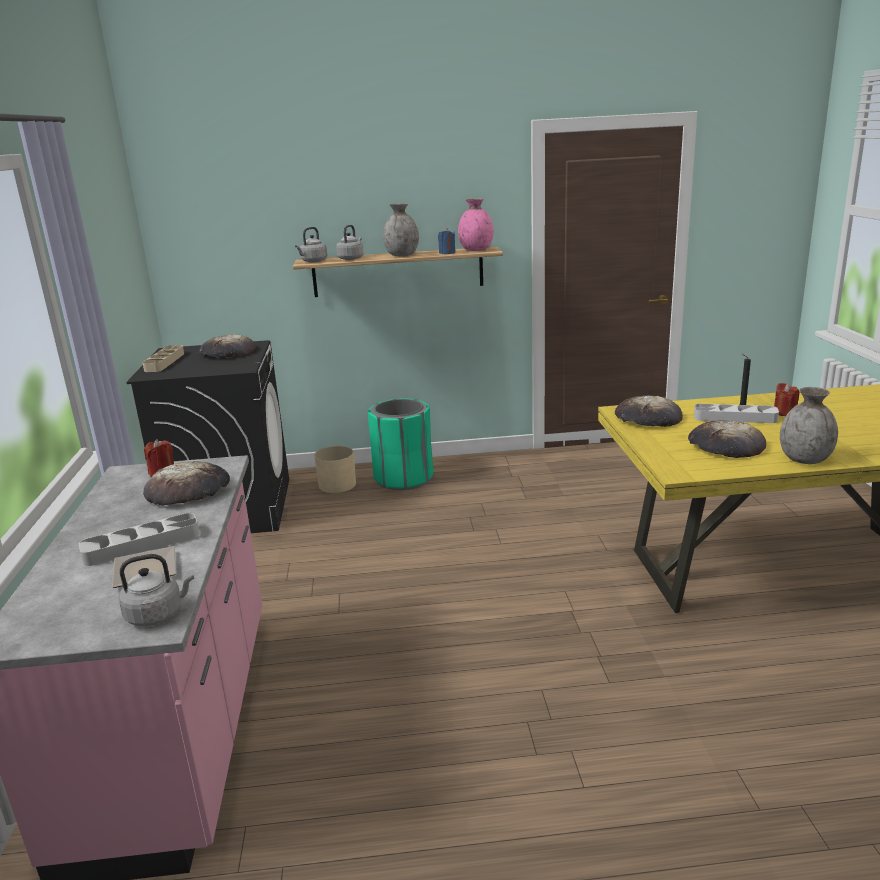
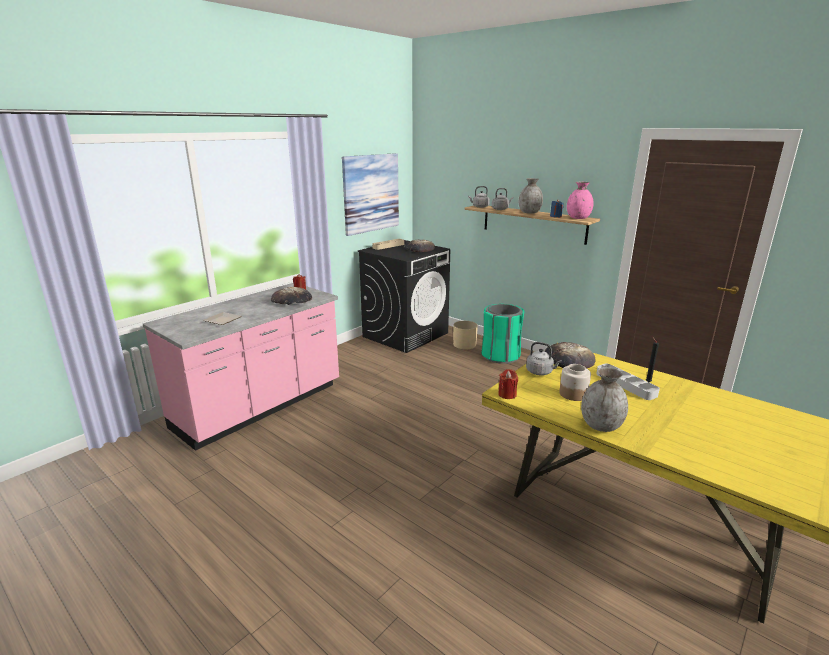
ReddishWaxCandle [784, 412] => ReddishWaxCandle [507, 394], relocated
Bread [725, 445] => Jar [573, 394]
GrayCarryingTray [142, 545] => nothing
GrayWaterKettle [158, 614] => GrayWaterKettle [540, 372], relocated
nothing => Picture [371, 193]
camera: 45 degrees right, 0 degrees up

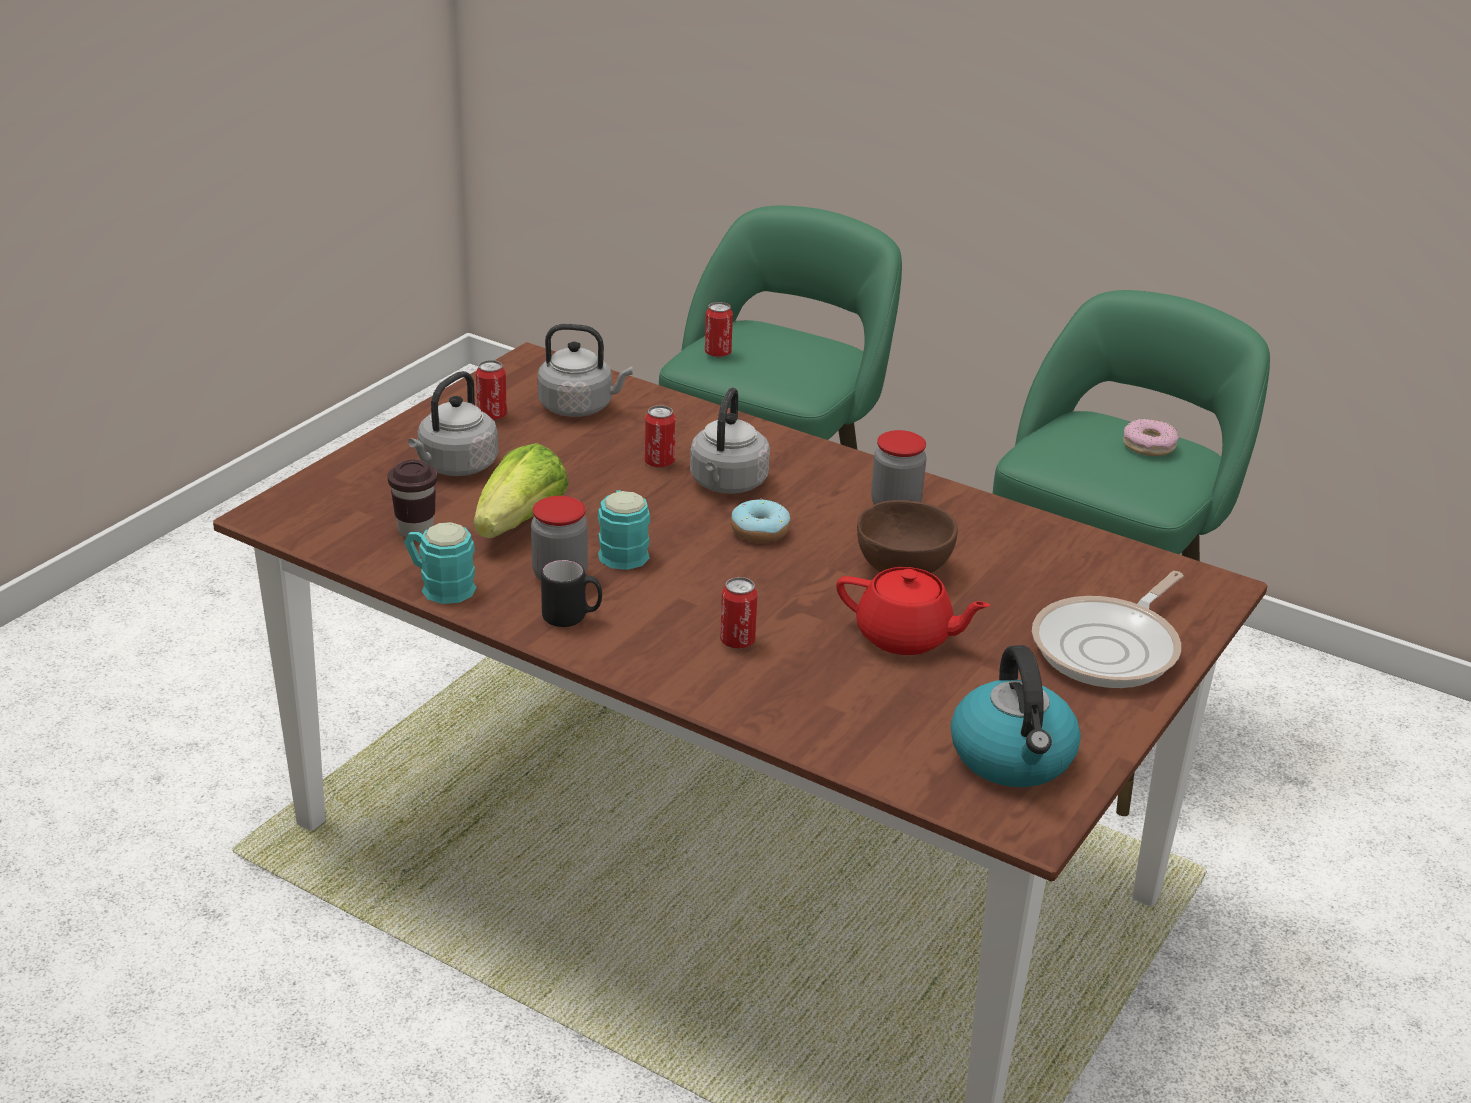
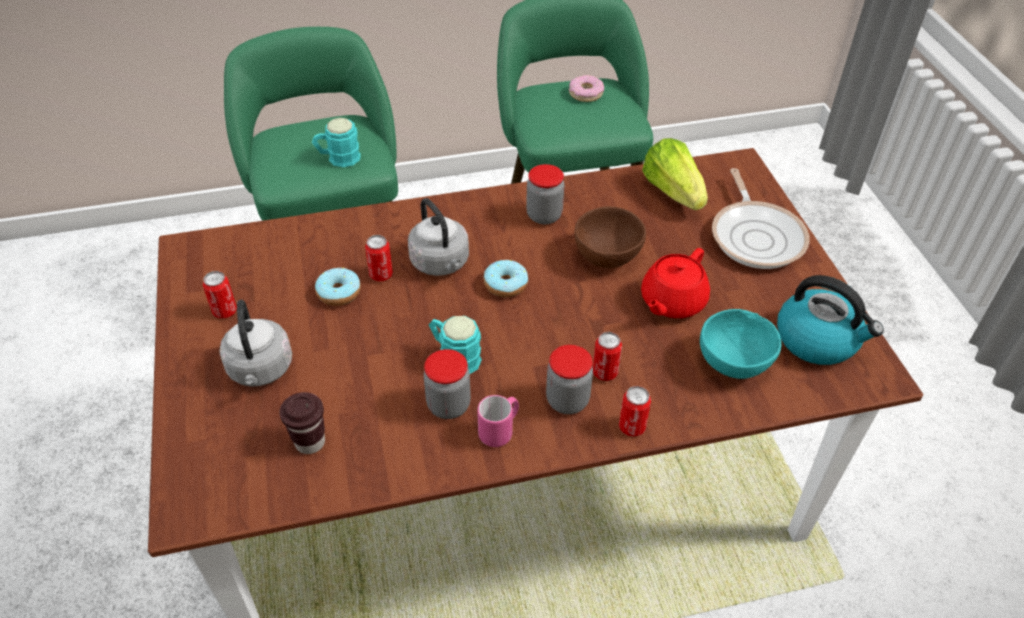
Can [717, 353] => Can [632, 427], relocated
GrayWaterKettle [580, 407] => nothing
HeadOfLettuce [520, 523] => HeadOfLettuce [673, 192], relocated
TurquoiseCoffeeMug [439, 586] => TurquoiseCoffeeMug [338, 158], relocated
BlackColouredCoffeeMug [572, 617] => PinkColouredCoffeeMug [500, 431]
ReddishTeaPot [905, 637] => ReddishTeaPot [671, 301], 150 degrees clockwise
nothing => RingDoughnut [339, 293]
nothing => TurquoiseBowl [735, 363]
nothing => Jar [567, 400]
camera: 45 degrees left, 15 degrees up

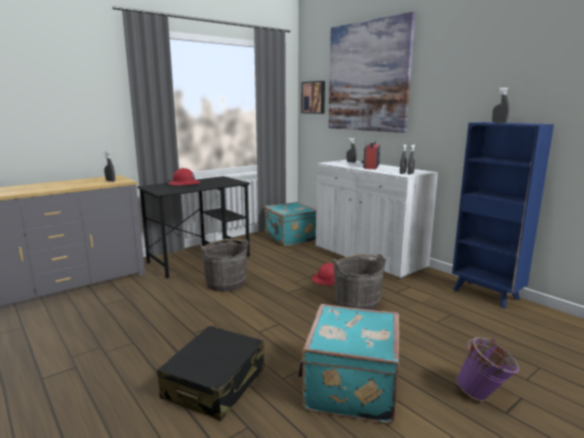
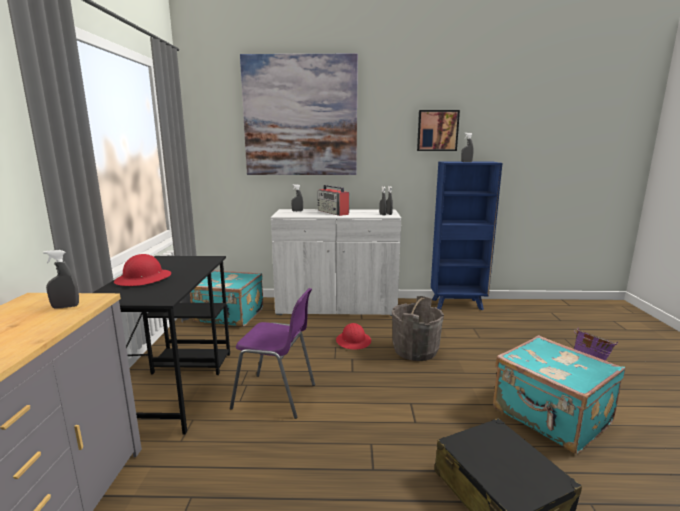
Picture [314, 97] => Picture [437, 130], relocated
GrayBucket [226, 283] => PurpleColouredUprightChair [276, 396]
camera: 50 degrees left, 0 degrees up

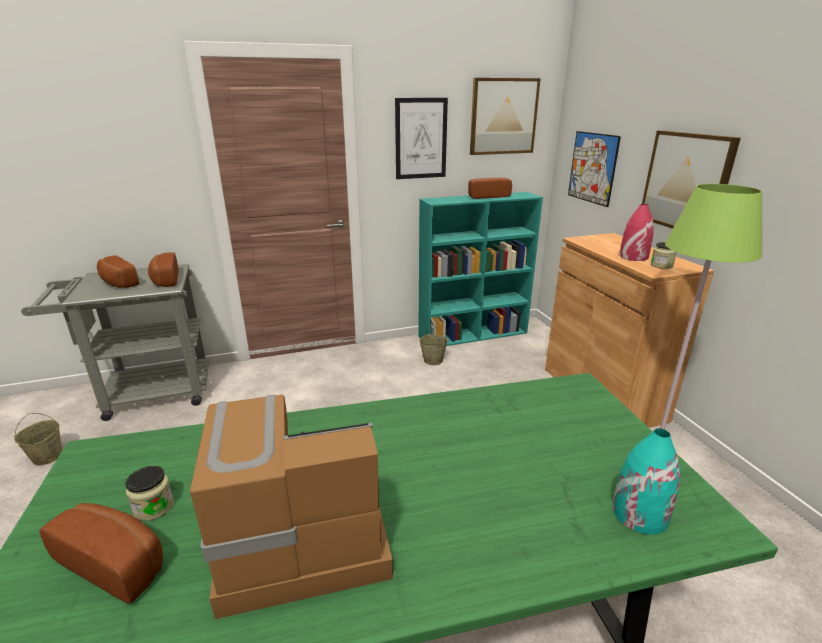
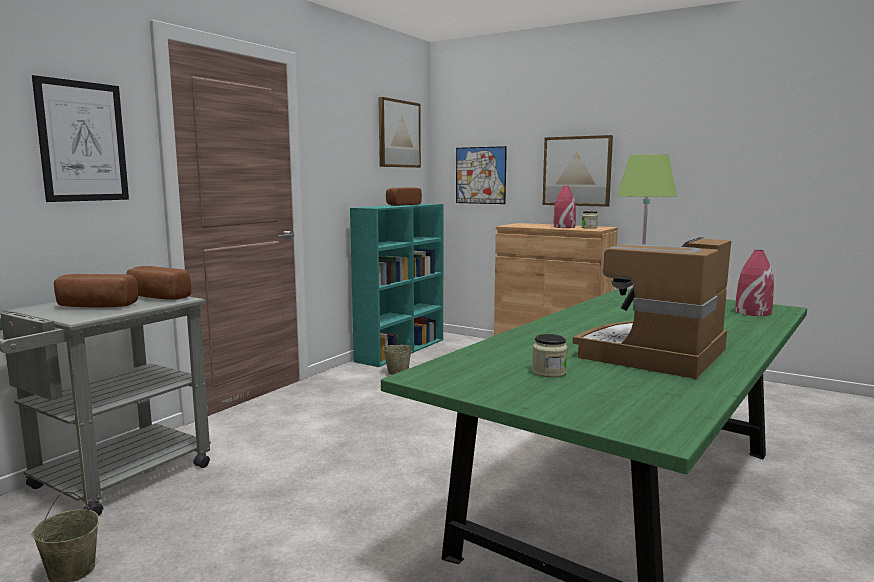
Picture [421, 139] => Picture [83, 141], relocated
TurquoiseFlowerVase [639, 513] => ReddishFlowerVase [752, 312]
Bread [116, 561] => nothing
camera: 40 degrees left, 15 degrees down

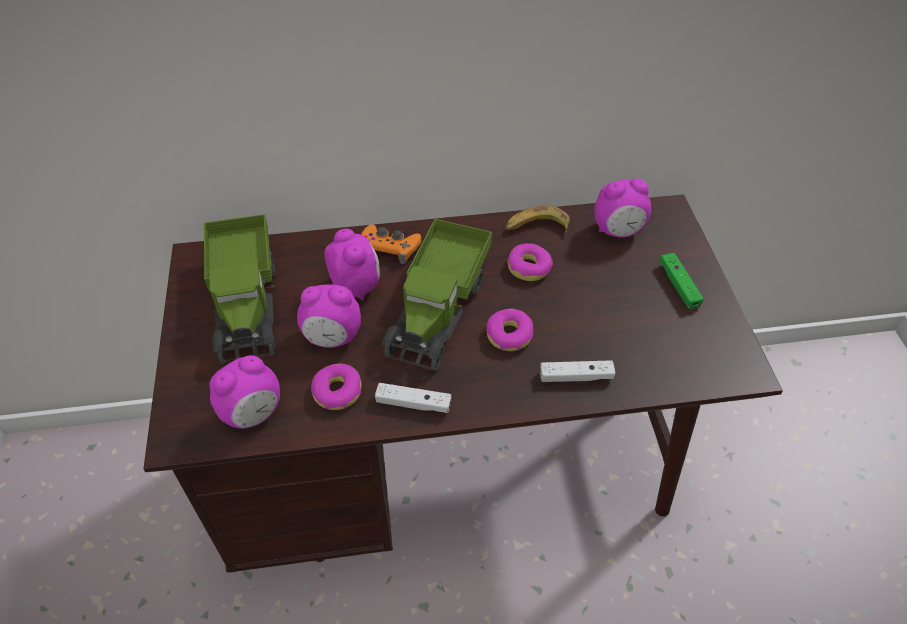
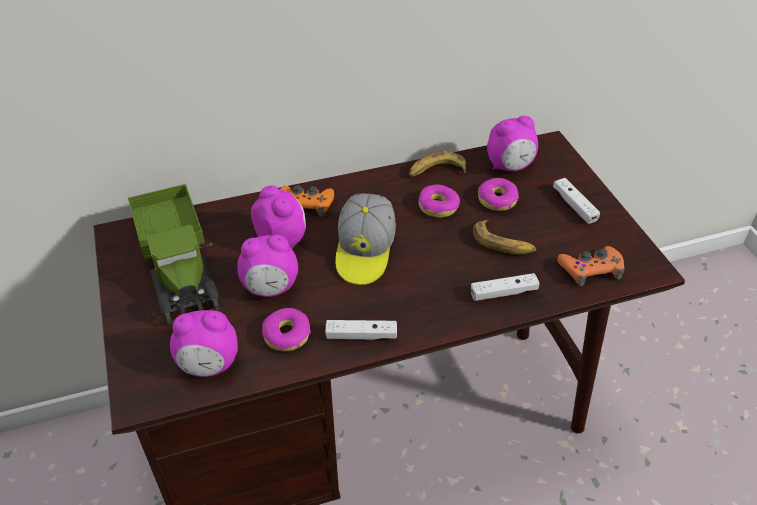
ModelTruck [439, 309] => BaseballCap [365, 251]
GreenishGameController [678, 285] => WhitishGameController [574, 205]
RingDoughnut [509, 335] => RingDoughnut [497, 200], relocated
AlarmClock [253, 413] => AlarmClock [209, 365], 45 degrees clockwise
nothing => BananaFruit [503, 244]
nothing => OrangeyGameController [590, 269]
camera: 10 degrees left, 5 degrees down

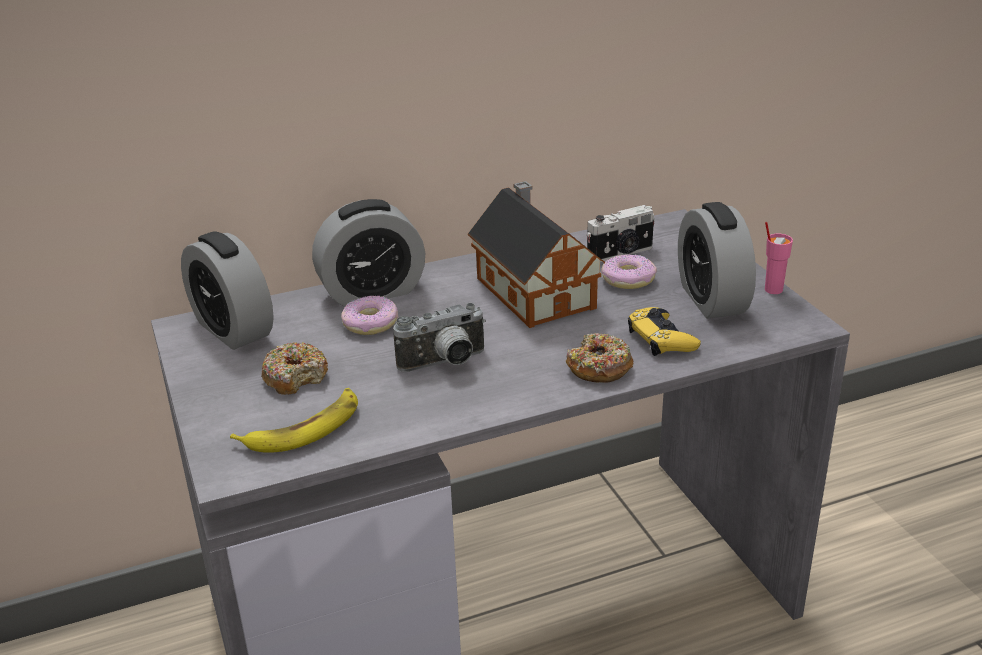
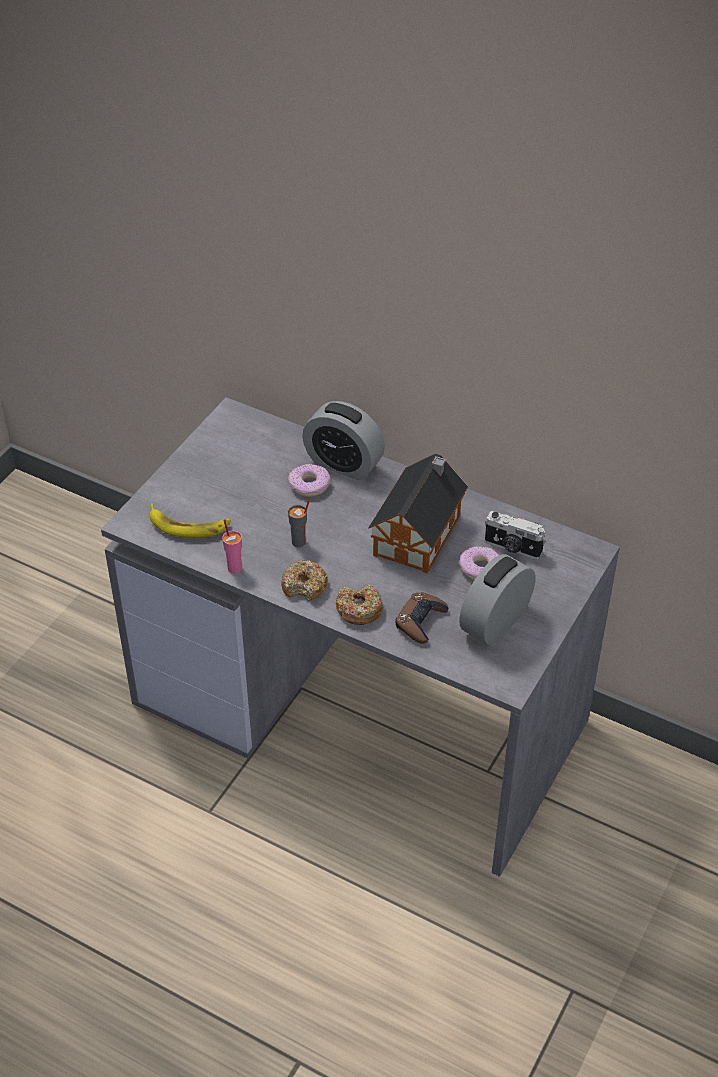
PinkColouredDrinkingCup [773, 289] => PinkColouredDrinkingCup [234, 568], relocated
AlarmClock [233, 329] => nothing
PhotoCamera [445, 364] => GrayDrinkingCup [299, 542]
YellowGameController [661, 338] => BrownishGameController [420, 621]
RingDoughnut [295, 377] => RingDoughnut [304, 586], relocated
camera: 50 degrees right, 15 degrees up

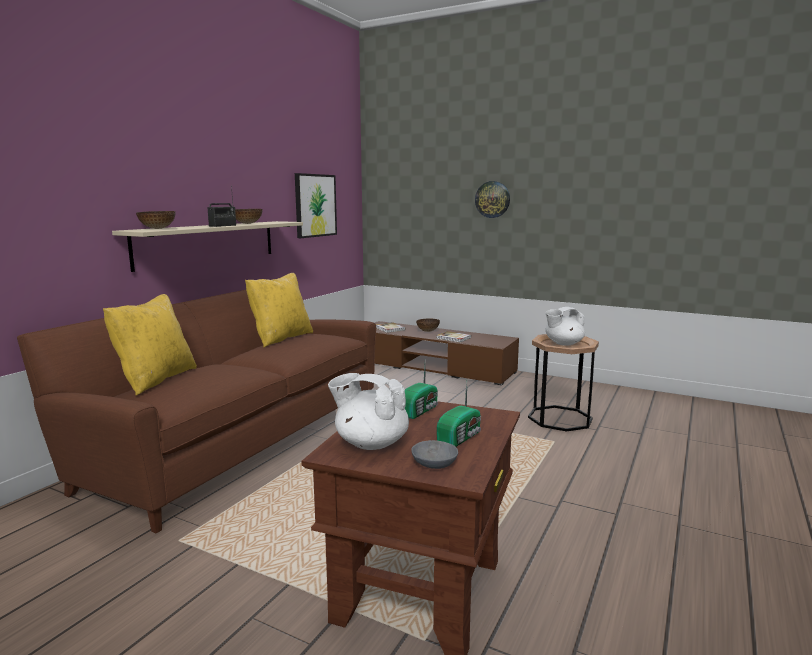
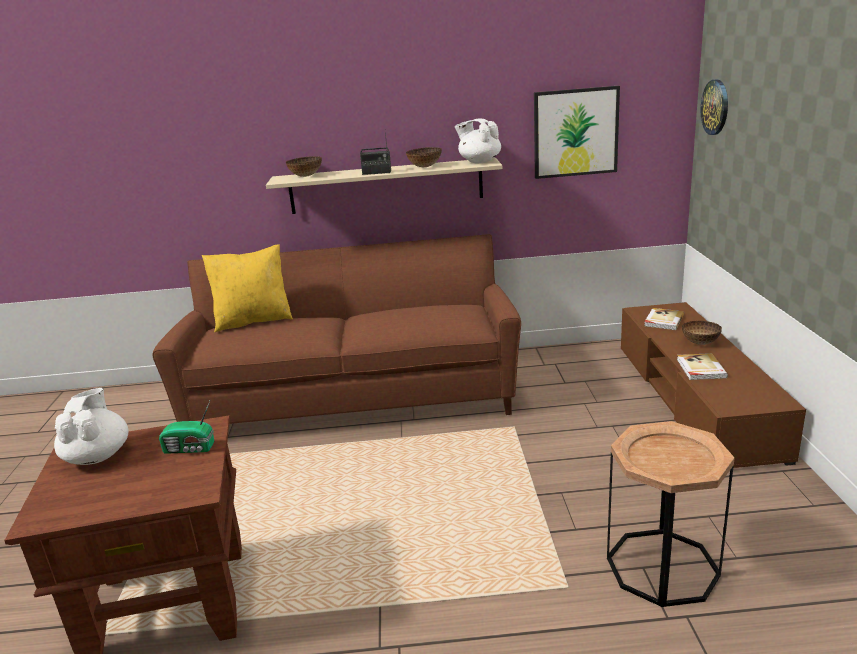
WallClock [492, 199] => WallClock [715, 107], relocated
YellowThrowPillow [280, 338] => nothing
WhitishTeaPot [563, 343] => WhitishTeaPot [479, 161], relocated
RadioReceiver [461, 437] => nothing
GrayBowl [433, 464] => nothing
camera: 60 degrees right, 10 degrees up

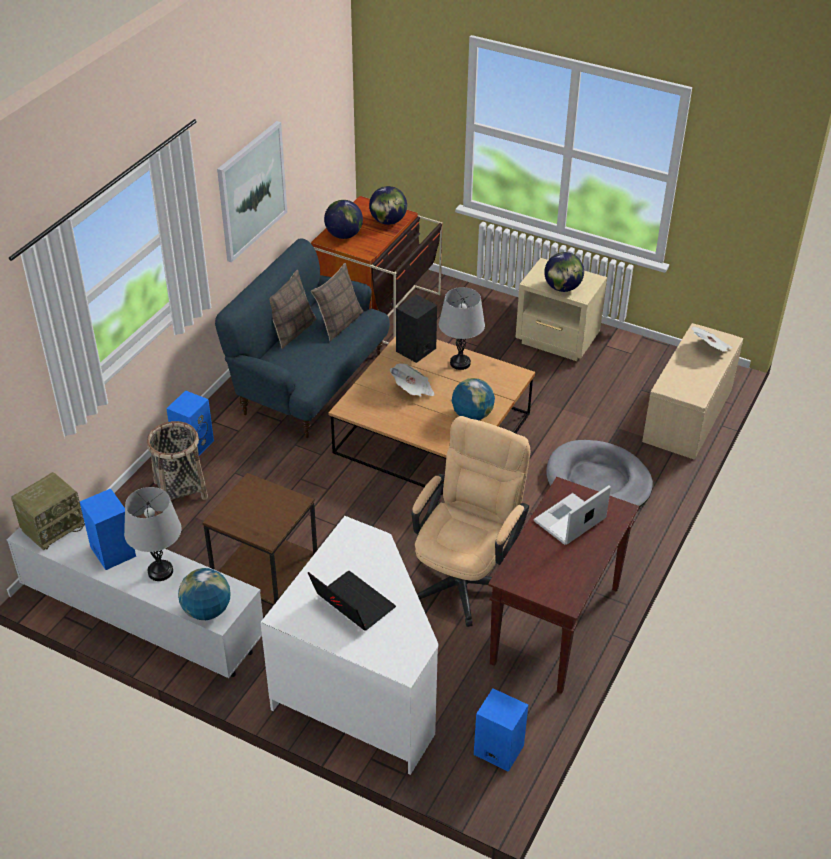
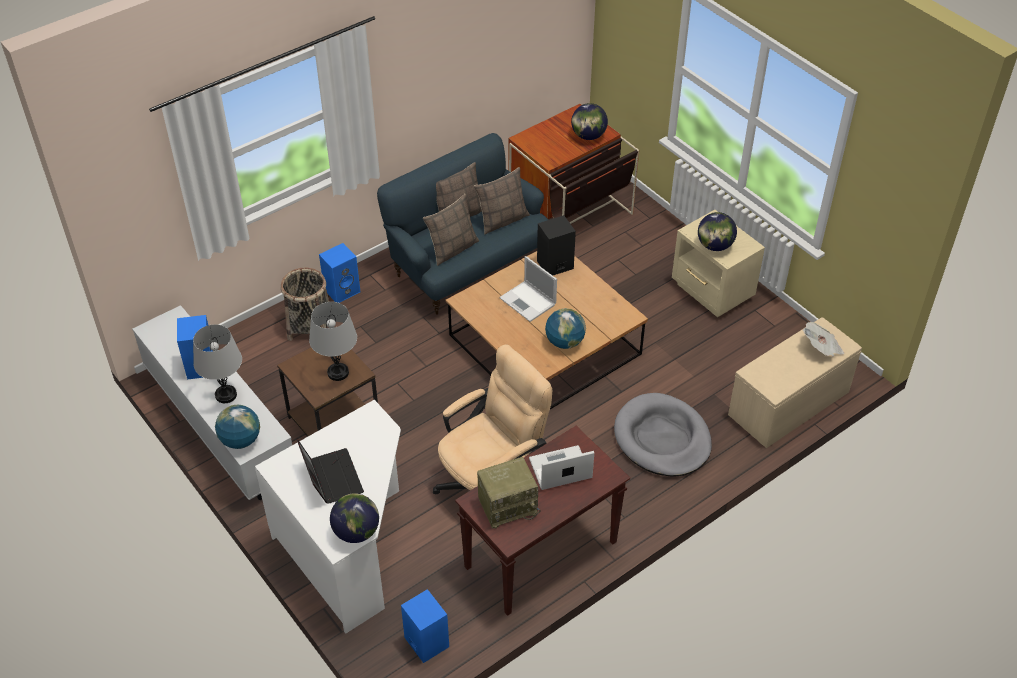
Picture [251, 191] => nothing
Globe [344, 235] => Globe [356, 532], relocated
GrayTableLamp [460, 363] => GrayTableLamp [338, 373], relocated
DailyPaper [413, 390] => NotebookComputer [528, 302]
RadioReceiver [53, 526] => RadioReceiver [508, 506], relocated
nothing => ThrowPillow [452, 249]
camera: 25 degrees right, 5 degrees up

